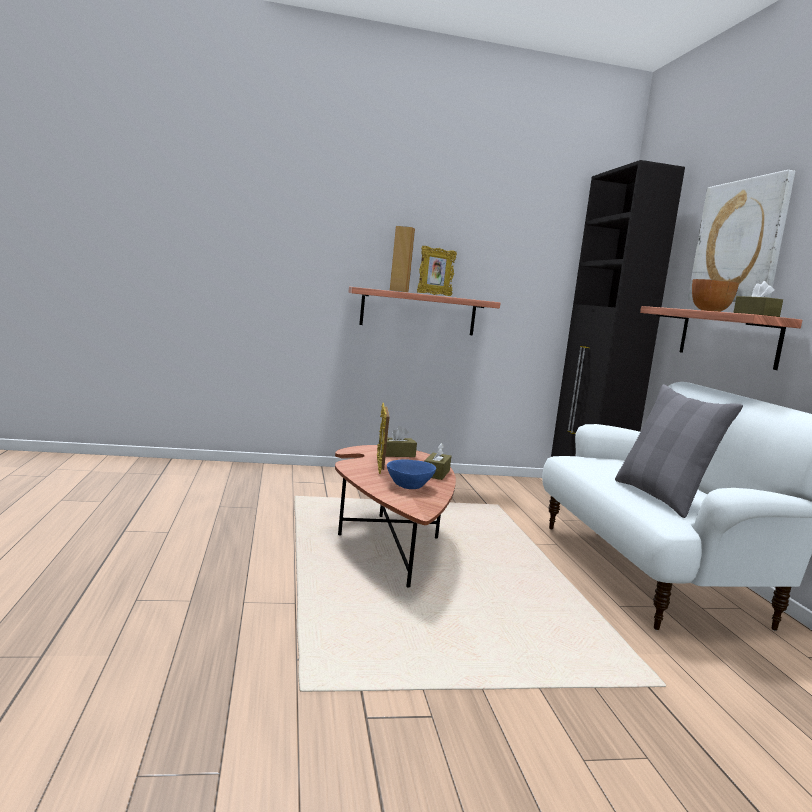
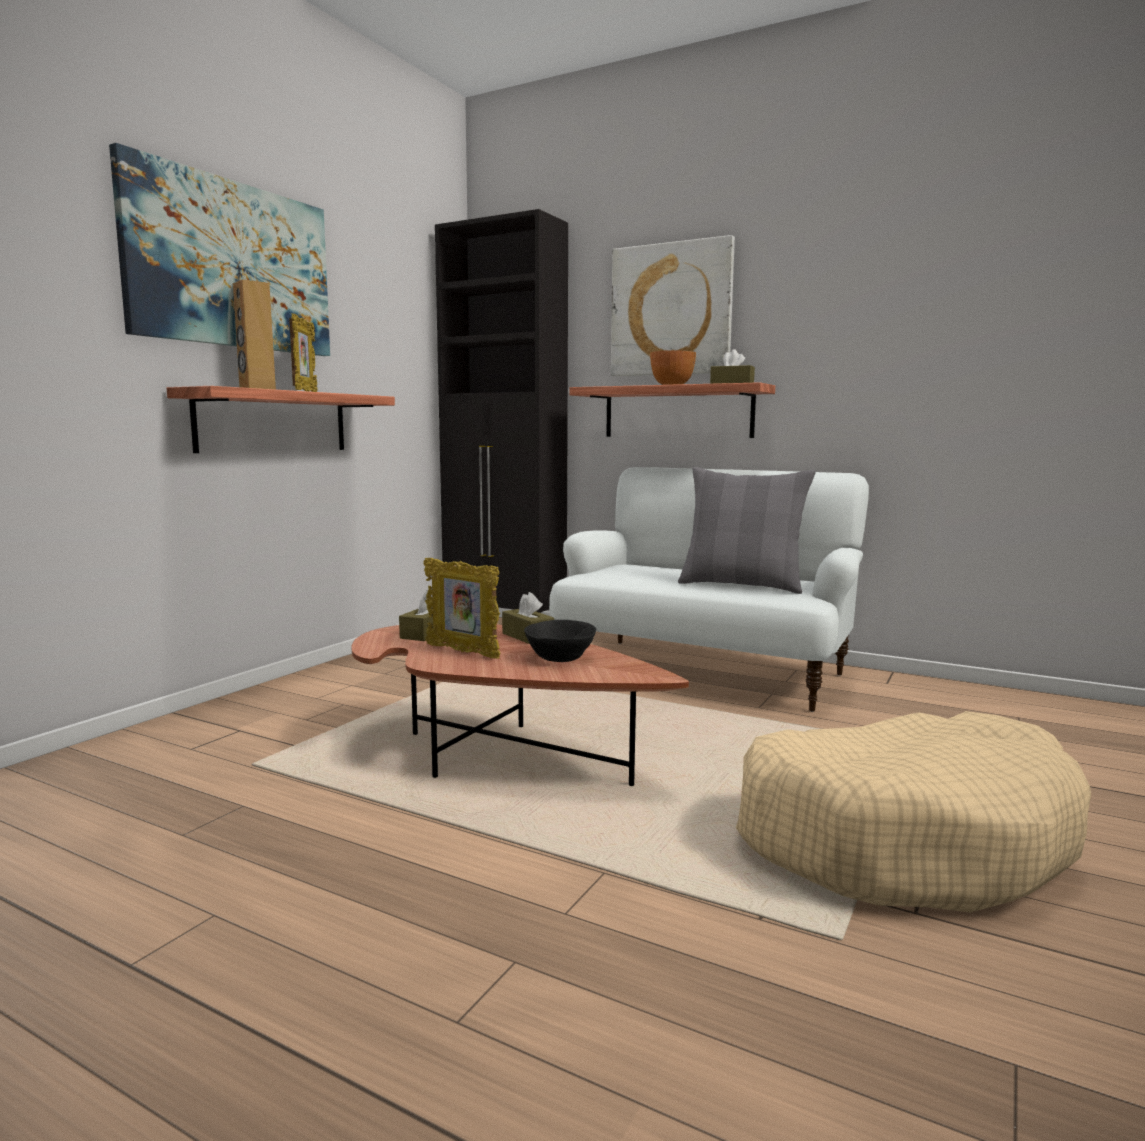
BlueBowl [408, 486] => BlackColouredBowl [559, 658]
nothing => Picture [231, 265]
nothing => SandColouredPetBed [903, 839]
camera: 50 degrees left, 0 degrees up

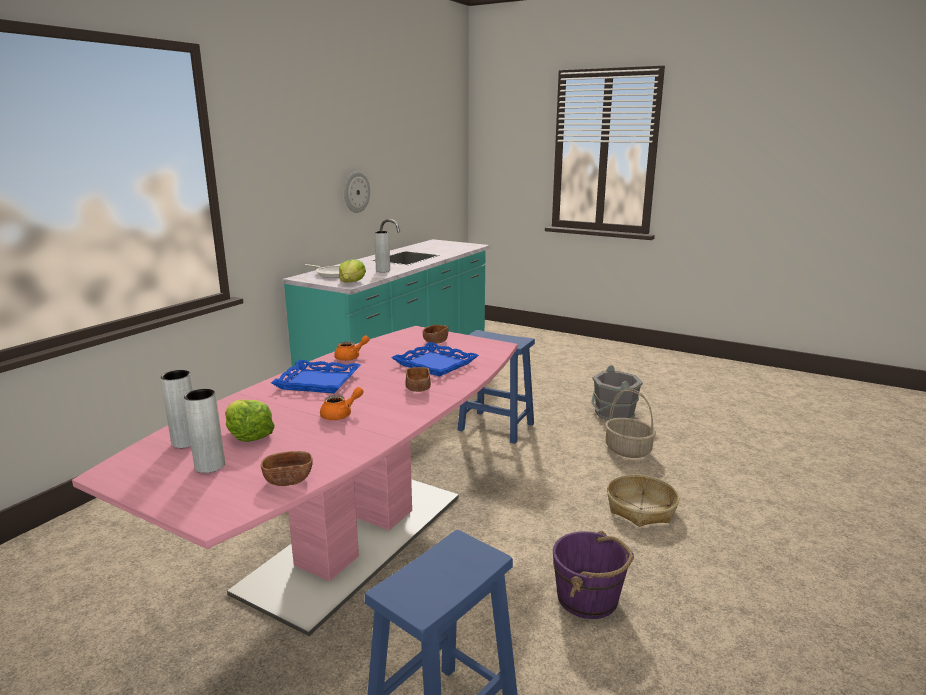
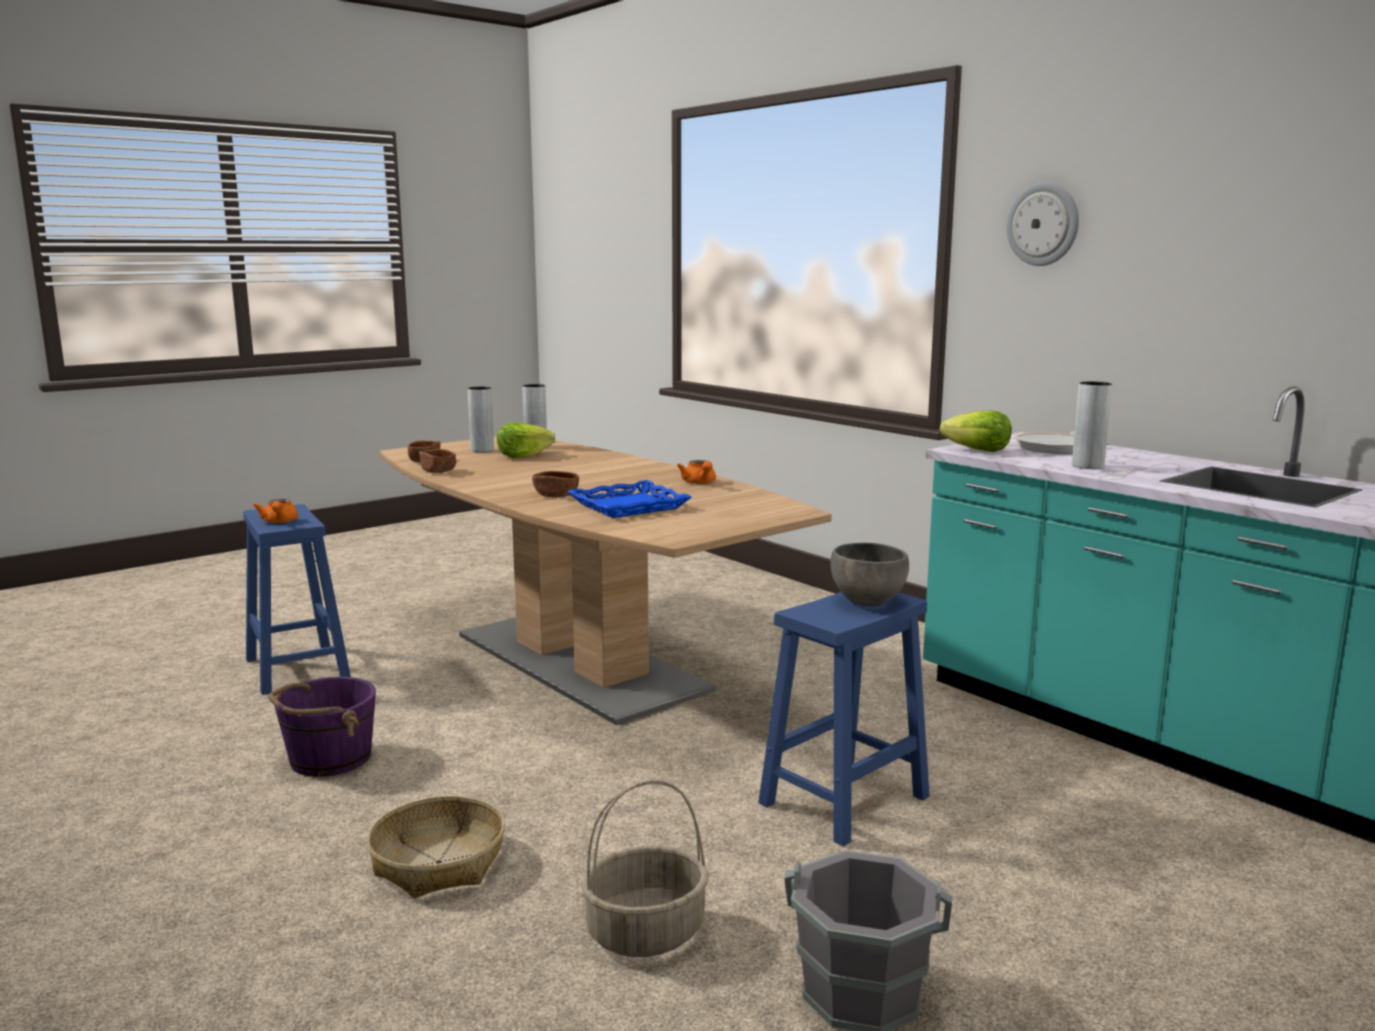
WallClock [356, 192] => WallClock [1043, 224], relocated
BrownishBowl [435, 341] => BrownishBowl [438, 471], relocated
PinkColouredDinnerTable [357, 540] => BrownishDinnerTable [580, 662]
BlueCarryingTray [318, 381] => nothing
OrangeyTeaPot [341, 415] => OrangeyTeaPot [279, 522], relocated
nothing => GrayBowl [868, 601]
camera: 110 degrees right, 5 degrees down

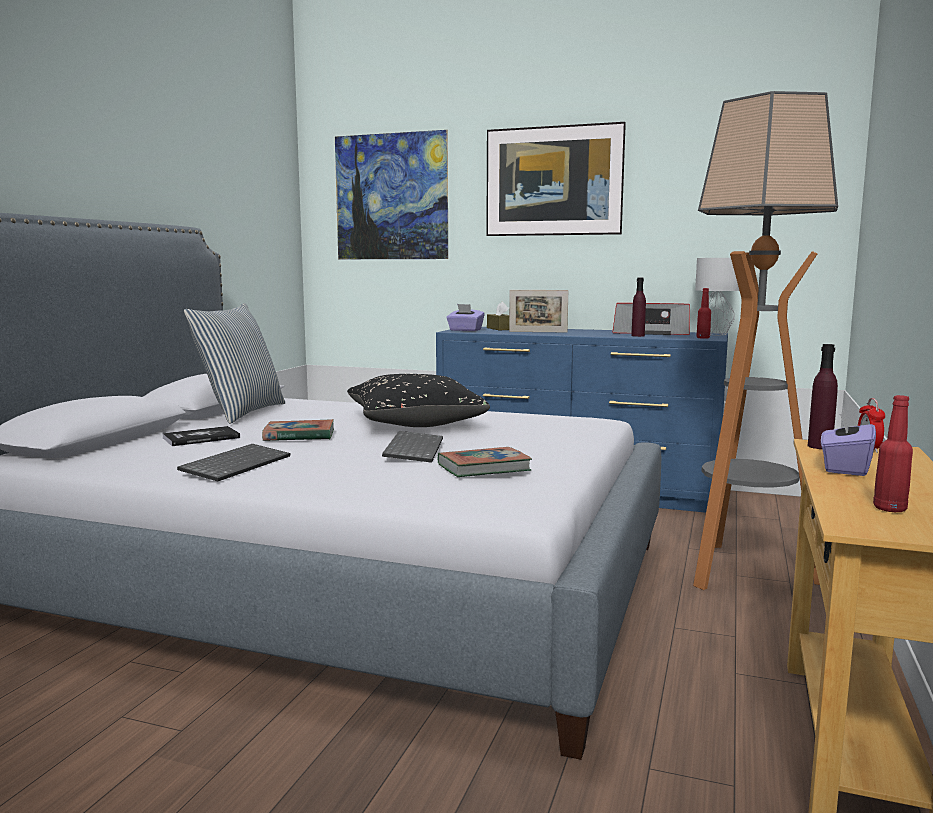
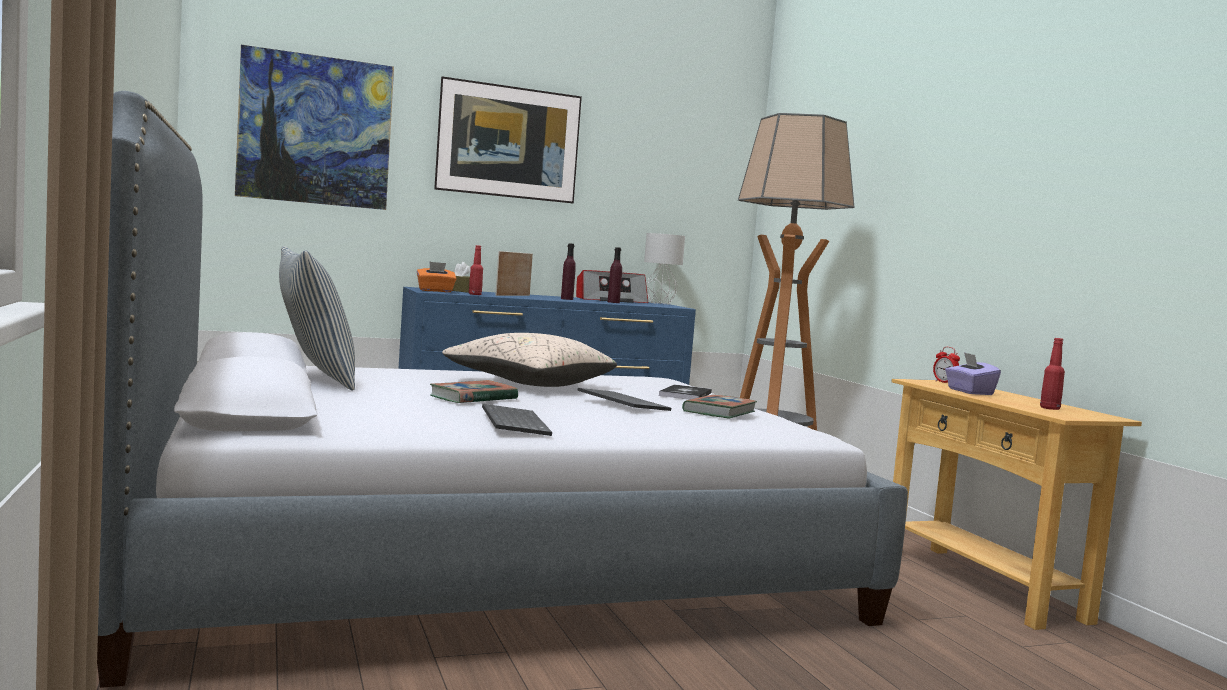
ReddishBottle [703, 338] => ReddishBottle [475, 294], relocated
PhotoFrame [538, 332] => PhotoFrame [513, 295], 150 degrees clockwise
PurpleColouredBoxOfTissues [465, 330] => OrangeyBoxOfTissues [435, 291]
PurpleColouredBottle [820, 446] => PurpleColouredBottle [567, 299], relocated
BlackColouredThrowPillow [415, 423] => SandColouredThrowPillow [529, 384]
BoundBook [201, 438] => BoundBook [685, 394], relocated
camera: 40 degrees left, 5 degrees down

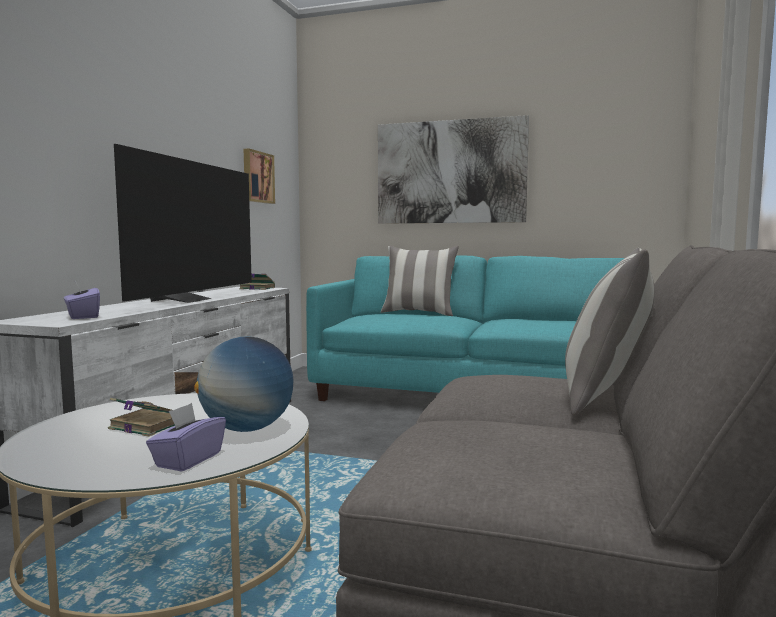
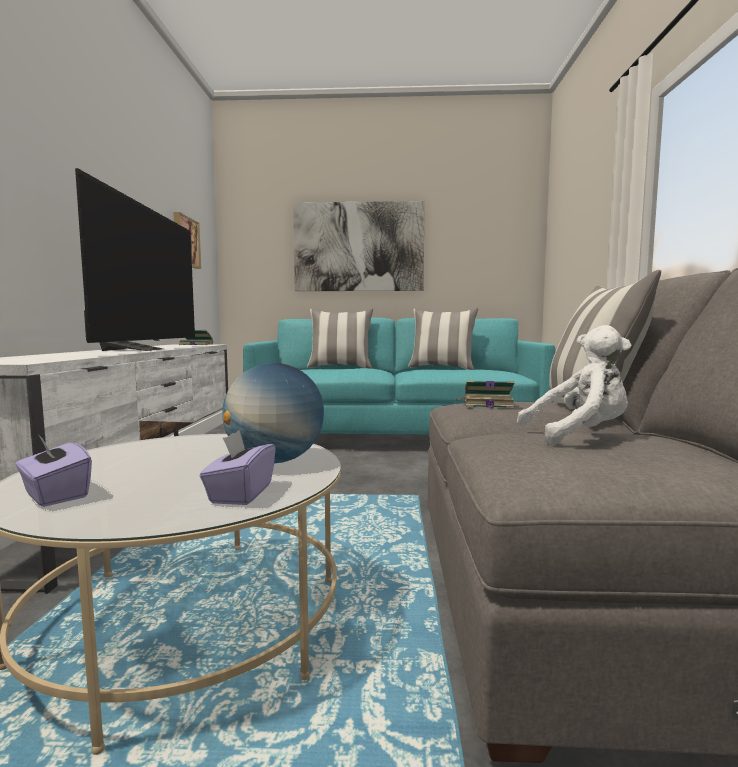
PurpleColouredBoxOfTissues [82, 317] => PurpleColouredBoxOfTissues [55, 495], relocated
BoundBook [145, 425] => BoundBook [486, 404], relocated
nothing => ThrowPillow [442, 368]
nothing => WhitishPlushToy [579, 435]
camera: 15 degrees left, 0 degrees up

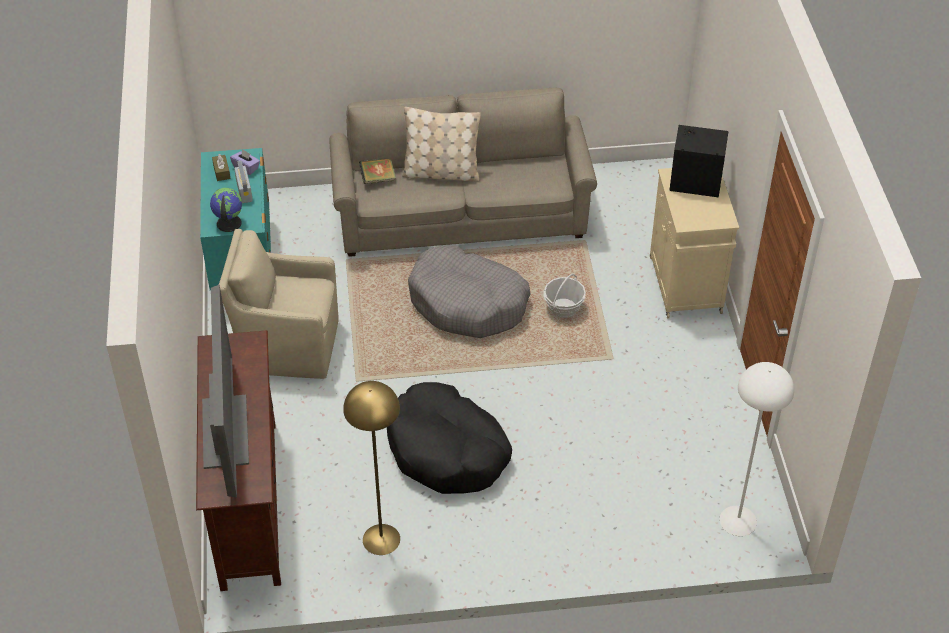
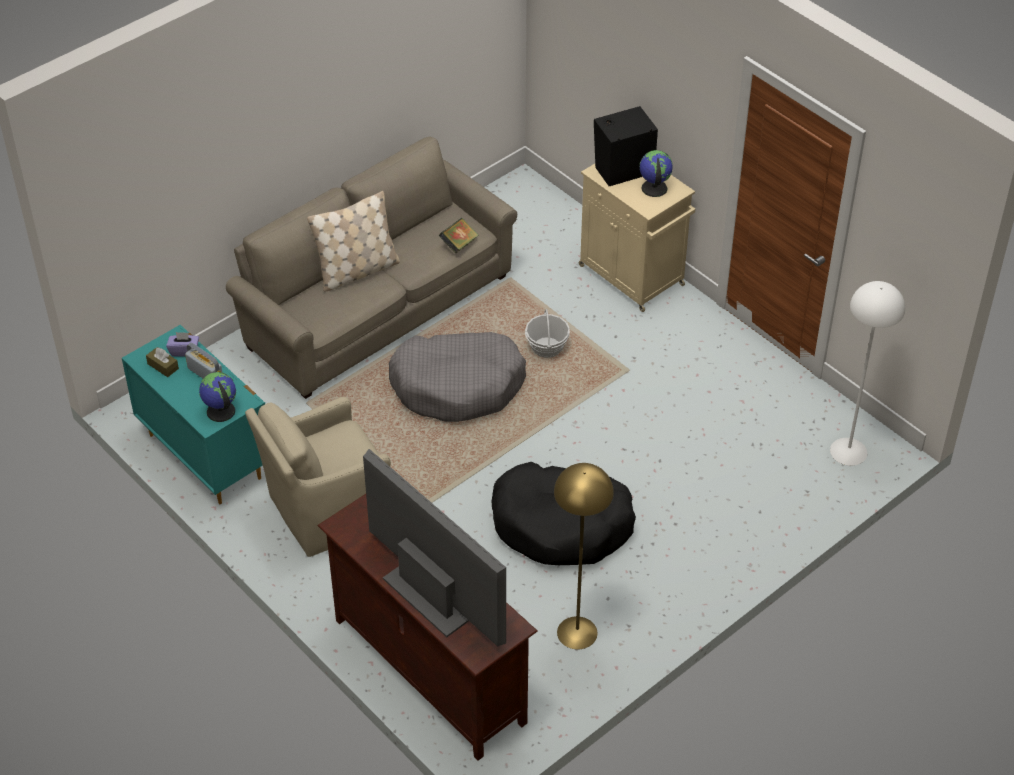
BoundBook [377, 179] => BoundBook [459, 244], relocated
nothing => Globe [653, 188]
camera: 35 degrees left, 0 degrees up

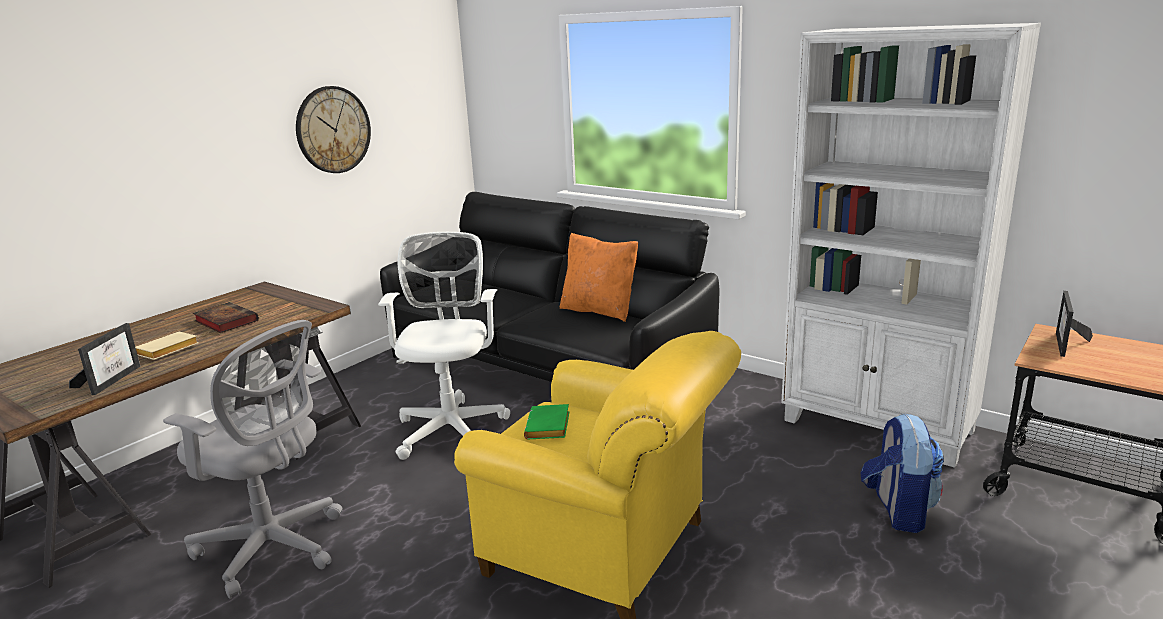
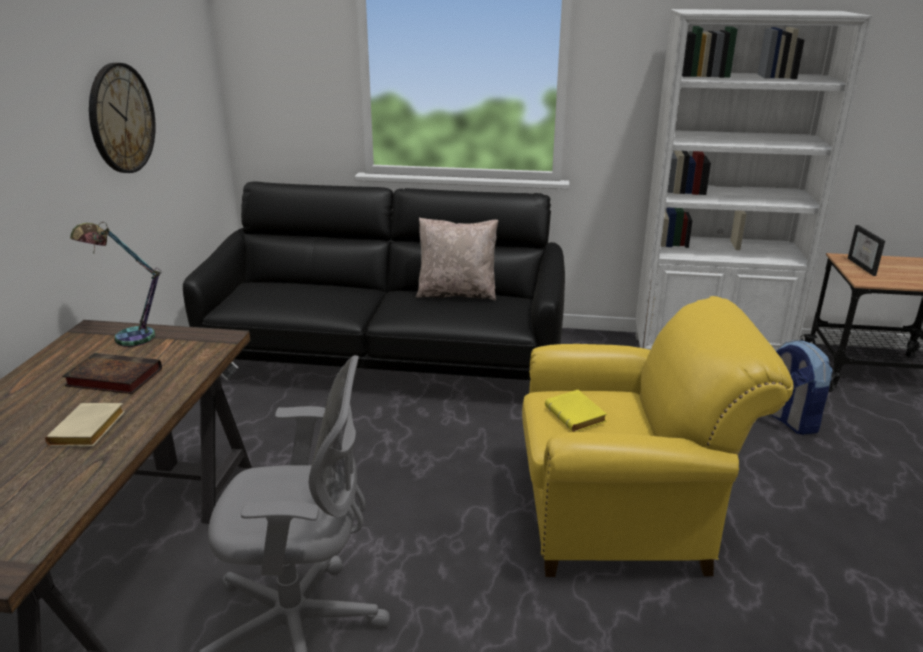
WhitishDeskChair [452, 427] => nothing
OrangeyThrowPillow [599, 310] => SandColouredThrowPillow [457, 293]
PhotoFrame [111, 379] => nothing
GreenishBoundBook [549, 428] => YellowBoundBook [577, 416]
nothing => TableLamp [128, 335]
camera: 30 degrees left, 5 degrees up

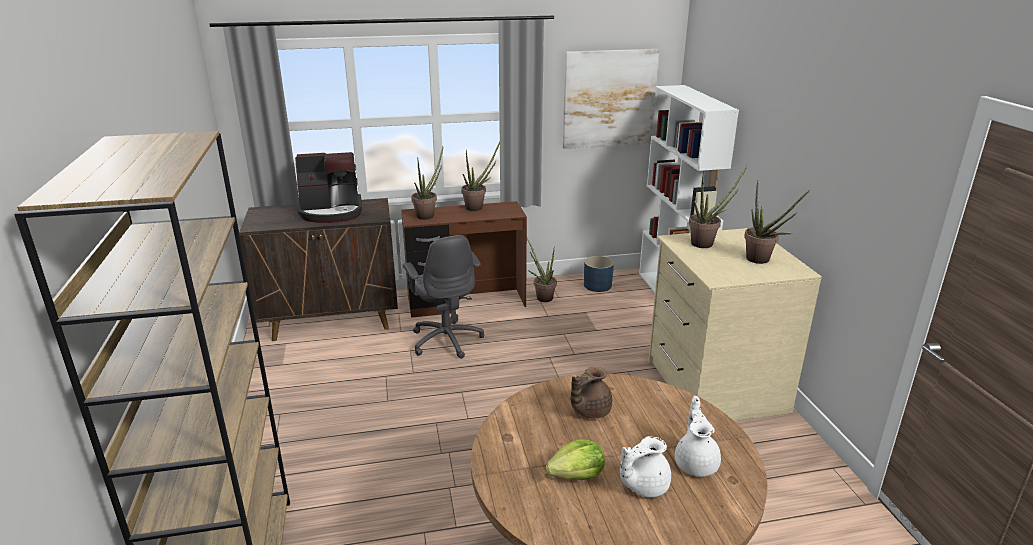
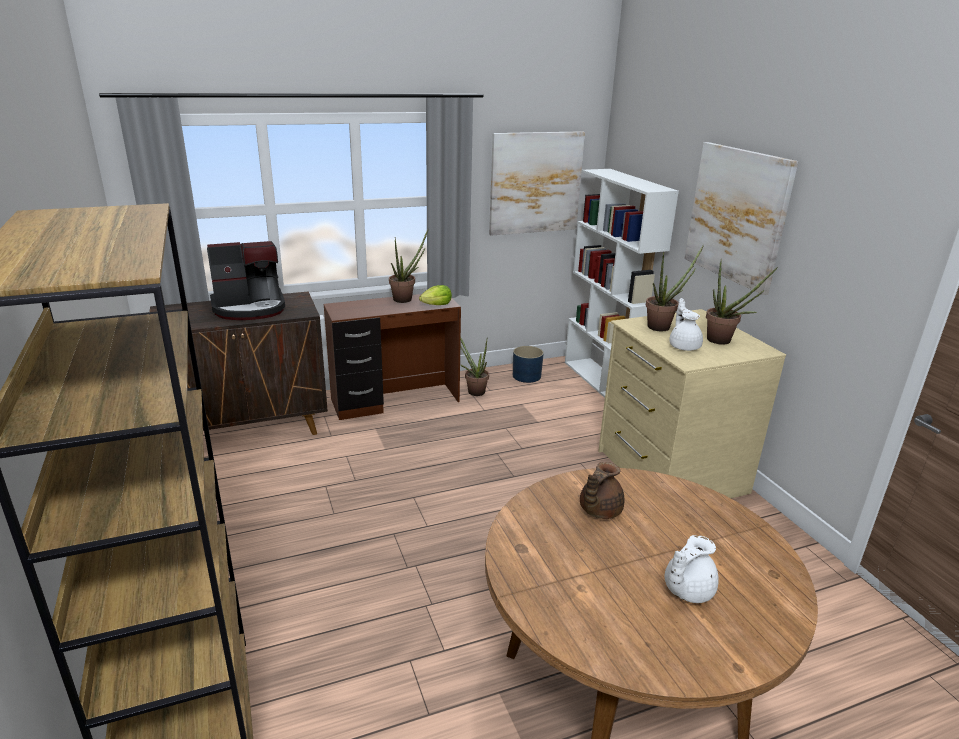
PlantInAPot [428, 215] => nothing
GrayDeskChair [446, 340] => nothing
WhitishTeaPot [696, 463] => WhitishTeaPot [684, 346], relocated
HeadOfLettuce [577, 475] => HeadOfLettuce [437, 305], relocated
nothing => Picture [737, 215]
camera: 10 degrees left, 0 degrees up

